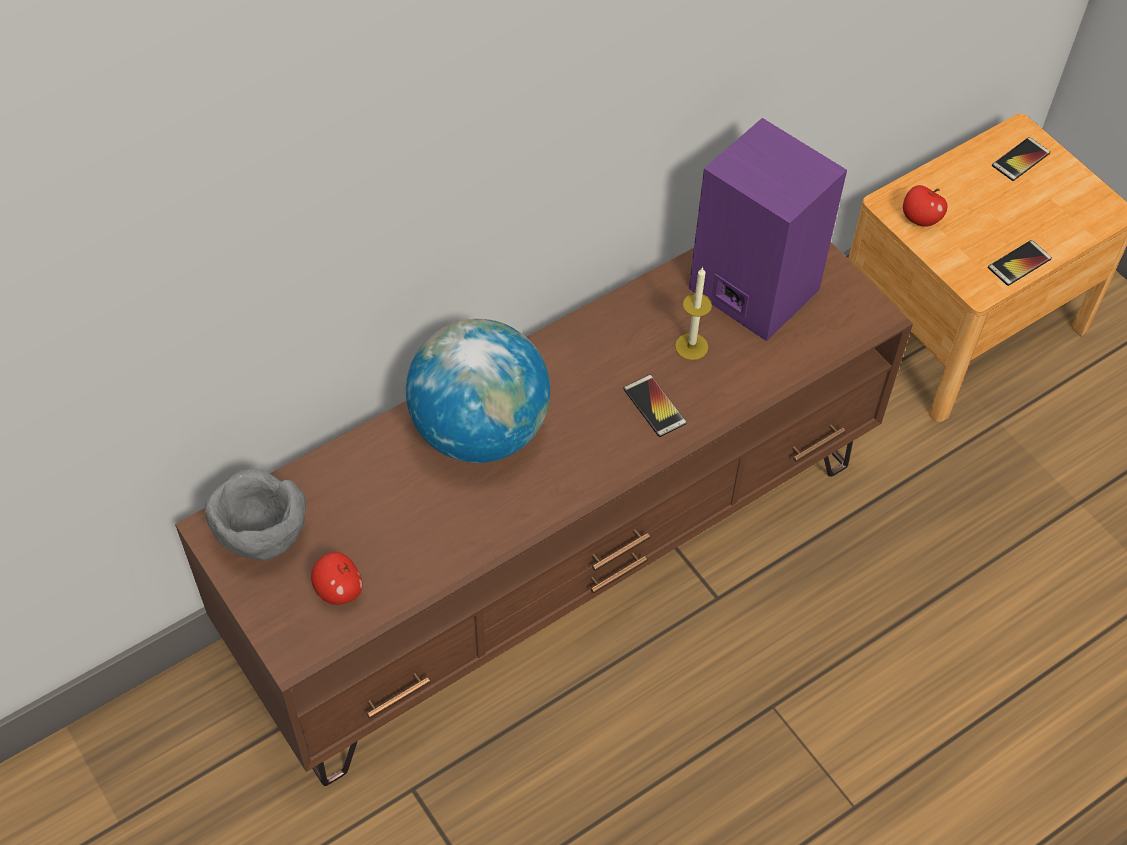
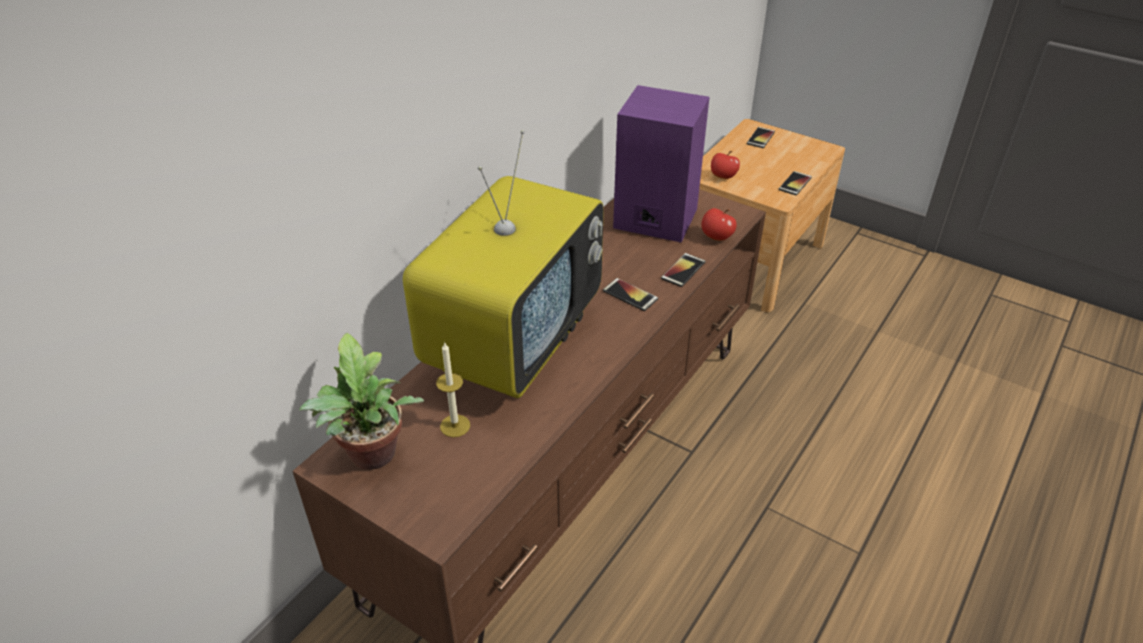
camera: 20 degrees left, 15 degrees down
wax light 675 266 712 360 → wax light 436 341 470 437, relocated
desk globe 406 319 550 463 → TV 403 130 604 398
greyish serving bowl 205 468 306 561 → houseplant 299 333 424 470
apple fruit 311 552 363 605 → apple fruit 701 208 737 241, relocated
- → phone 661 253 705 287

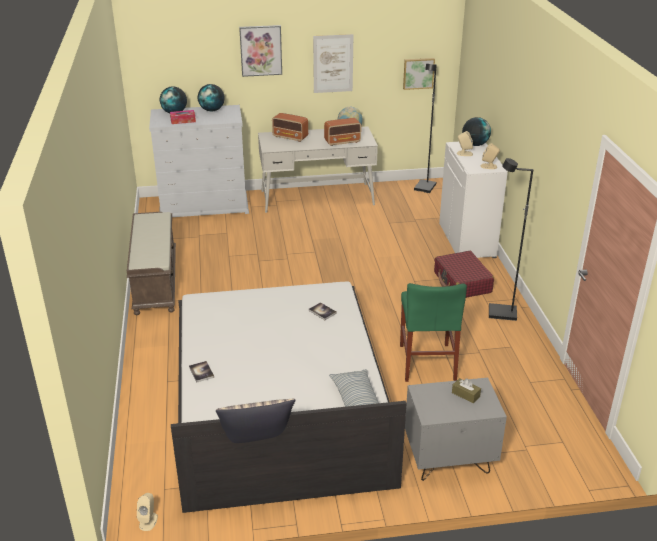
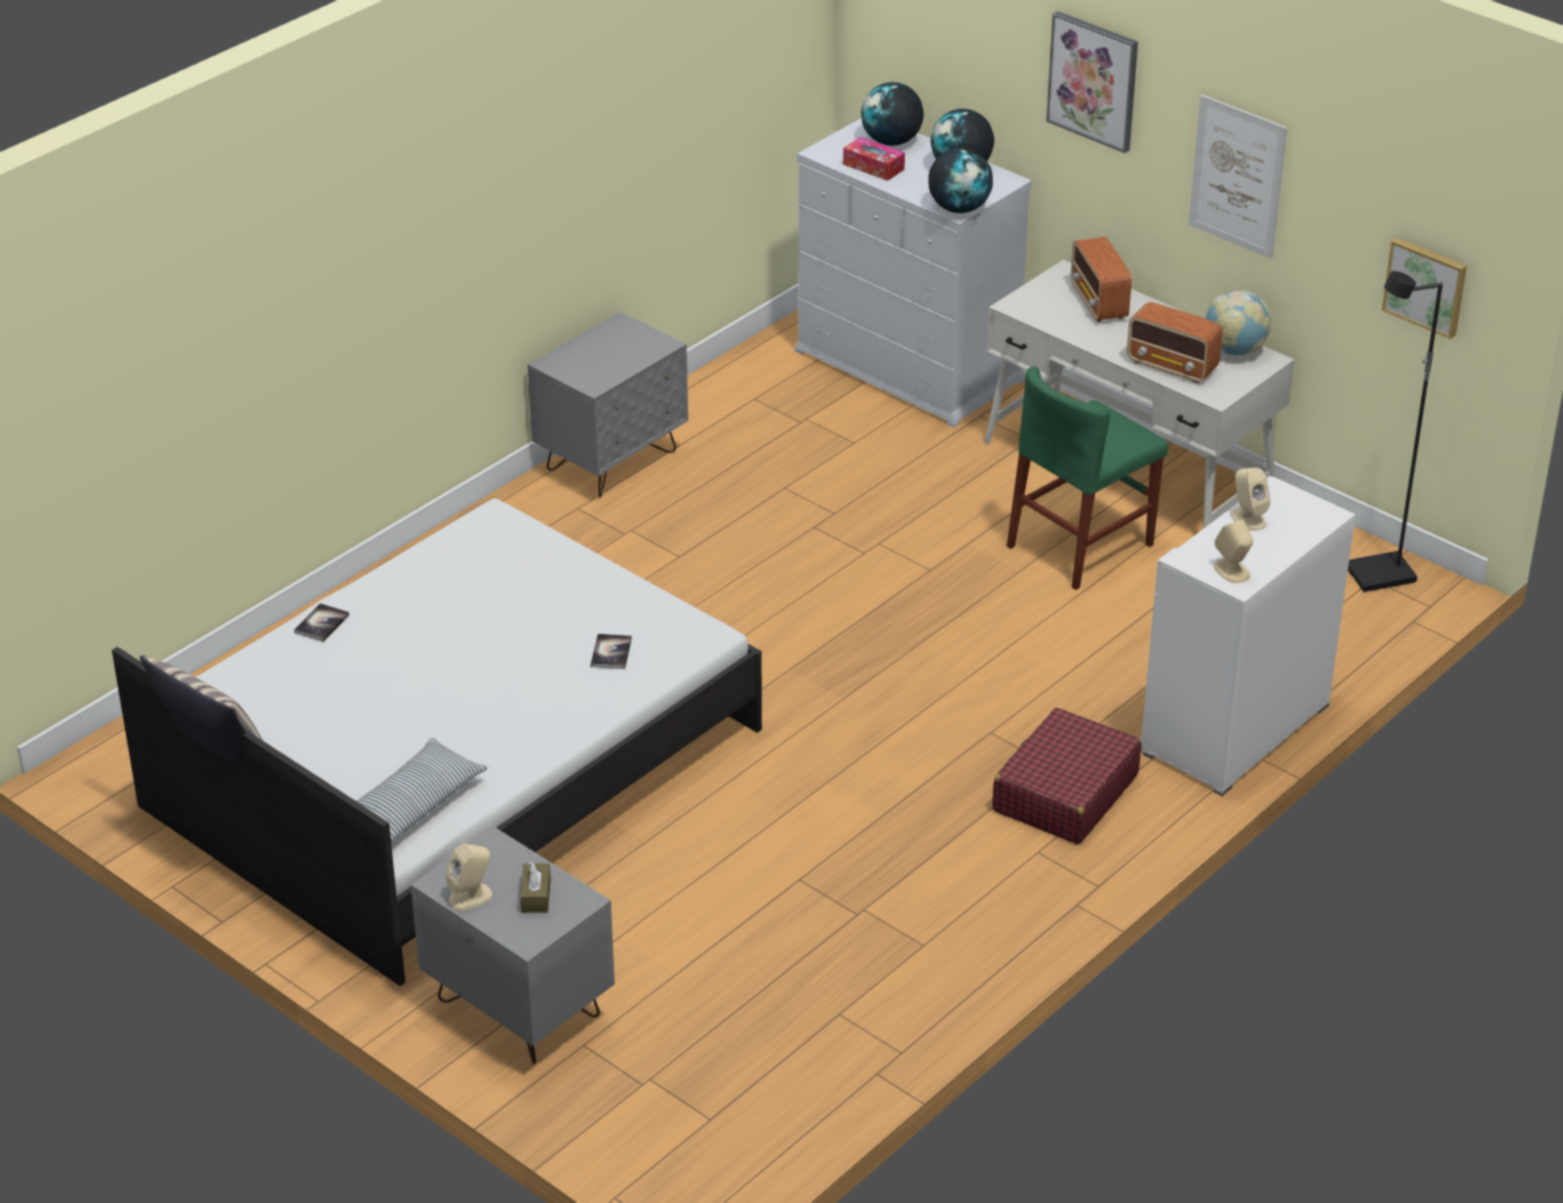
camera: 50 degrees right, 5 degrees up
desk globe 462 117 491 146 → desk globe 928 148 993 213, relocated
black-coloured floor lamp 489 158 533 321 → -
brownish long seat 127 212 176 315 → greyish nightstand 528 312 688 497
green plain chair 400 283 467 382 → green plain chair 1007 366 1168 590, relocated
beige speaker 137 493 158 531 → beige speaker 446 843 493 911, relocated

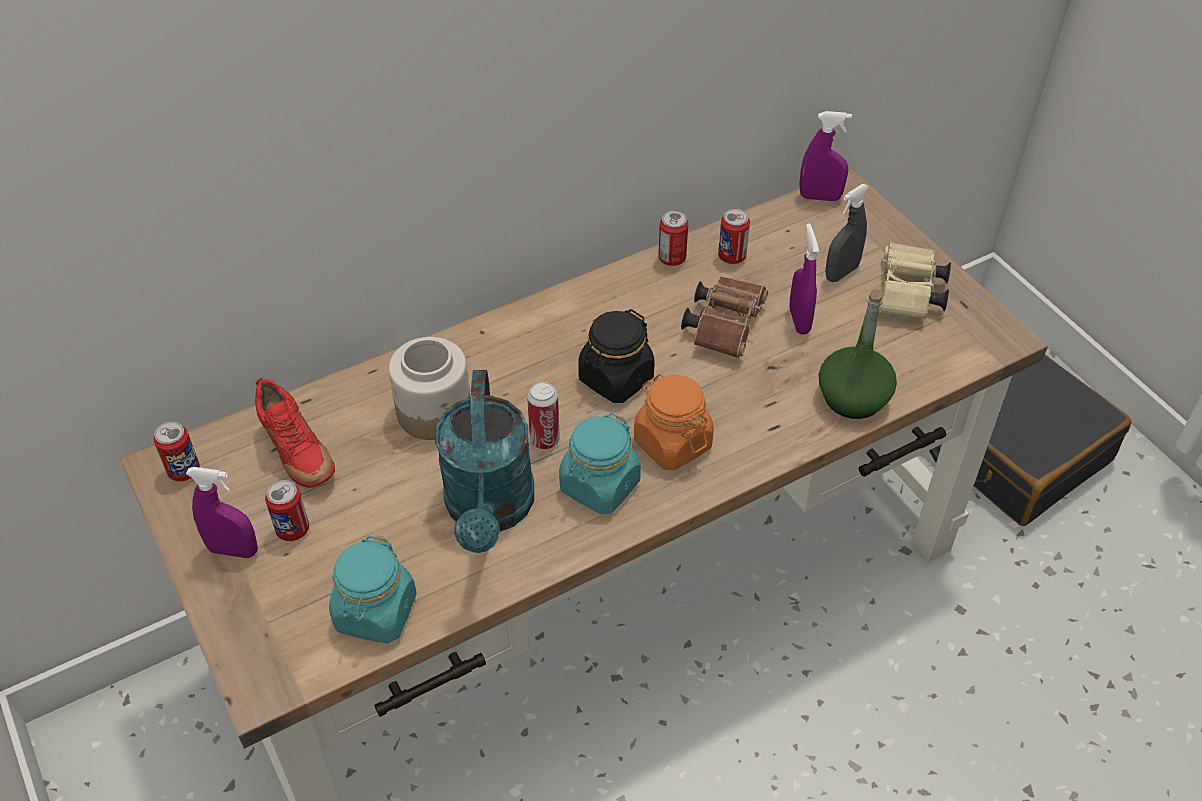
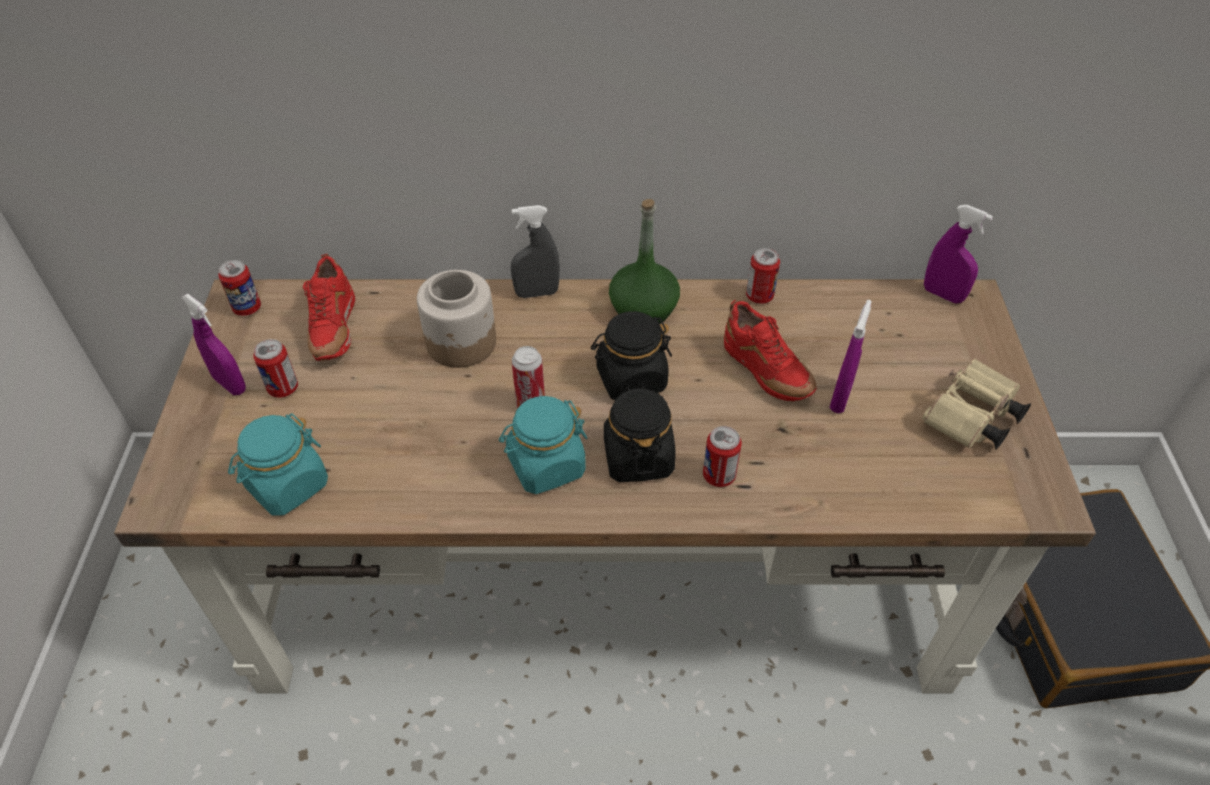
camera: 30 degrees right, 0 degrees up
greyish hand sprayer 825 184 870 282 → greyish hand sprayer 511 205 560 298, relocated
metal can 718 209 750 264 → metal can 703 426 742 487, relocated
brownish pair of binoculars 681 276 768 358 → red-coloured shoe 724 300 816 401
green beverage bottle 819 289 897 419 → green beverage bottle 609 199 680 324, relocated
blue-green watering can 435 370 534 553 → -
orangey preserve jar 634 374 714 470 → black-coloured preserve jar 604 385 676 482

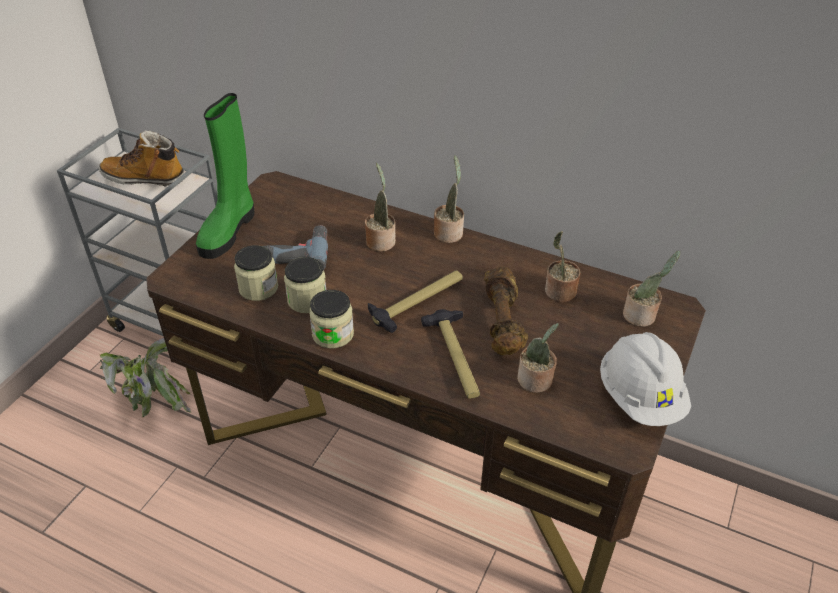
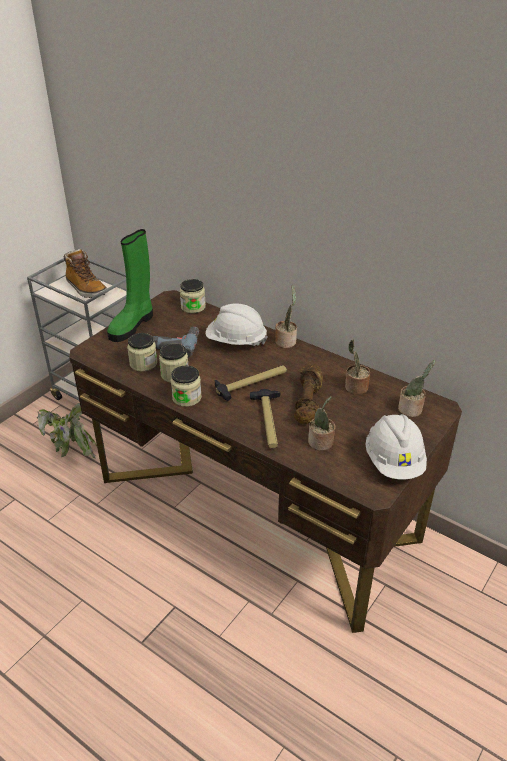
camera: 10 degrees right, 5 degrees down
tall boot 99 130 184 186 → tall boot 63 249 107 298, 150 degrees counterclockwise
houseplant 365 163 396 252 → white safety helmet 206 304 268 346
- → preserve jar 180 279 206 313

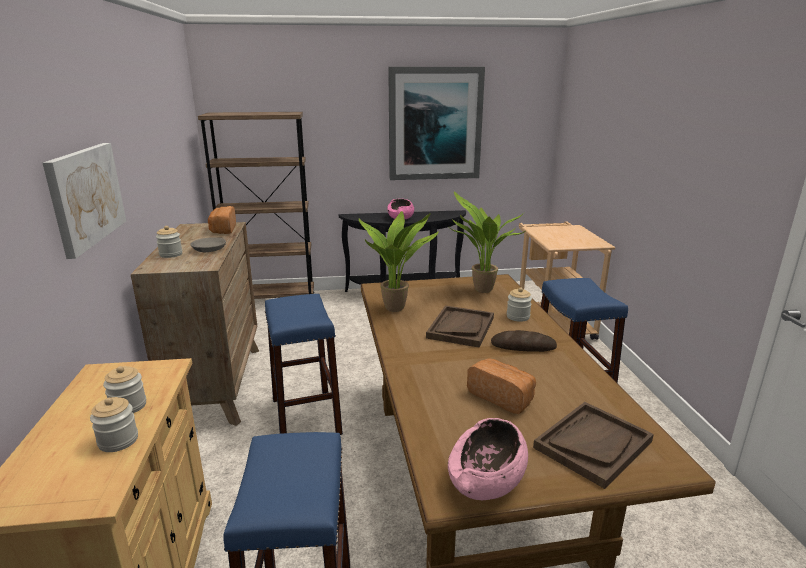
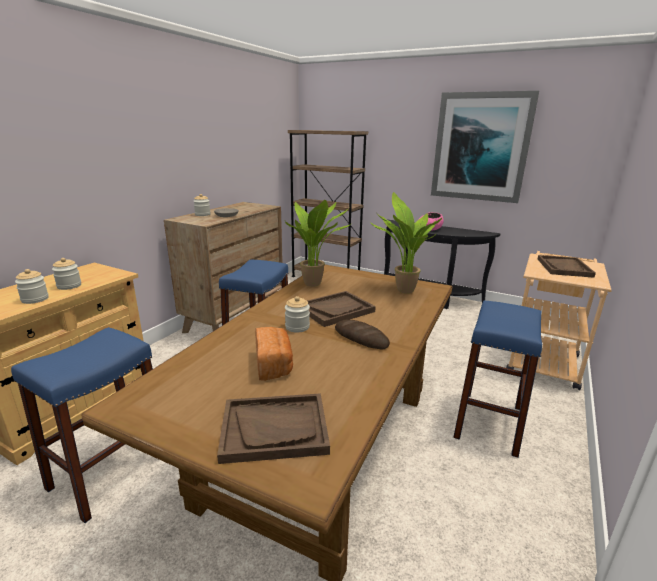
camera: 35 degrees right, 0 degrees up
wall art 43 143 126 259 → -
bread 208 206 236 234 → -
preserve jar 507 287 532 322 → preserve jar 285 296 310 333, relocated
pinkish serving bowl 448 418 528 500 → -
- → brownish tray 538 255 596 278

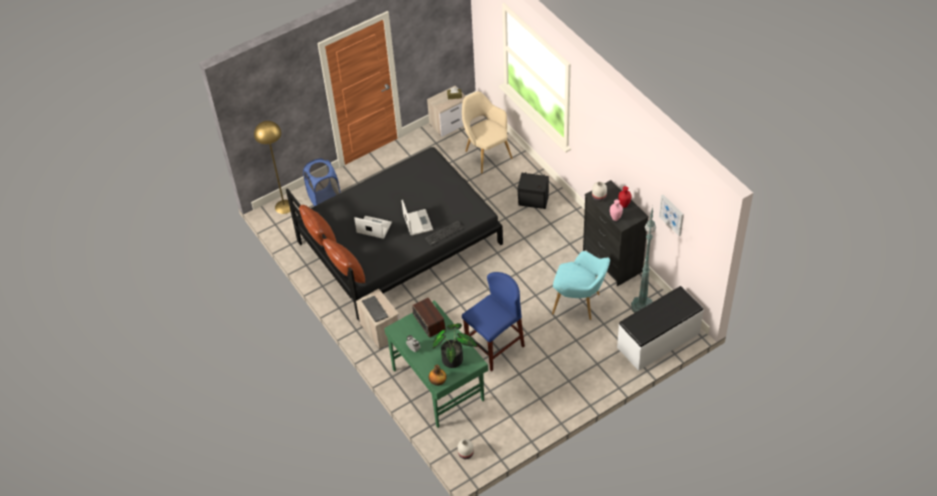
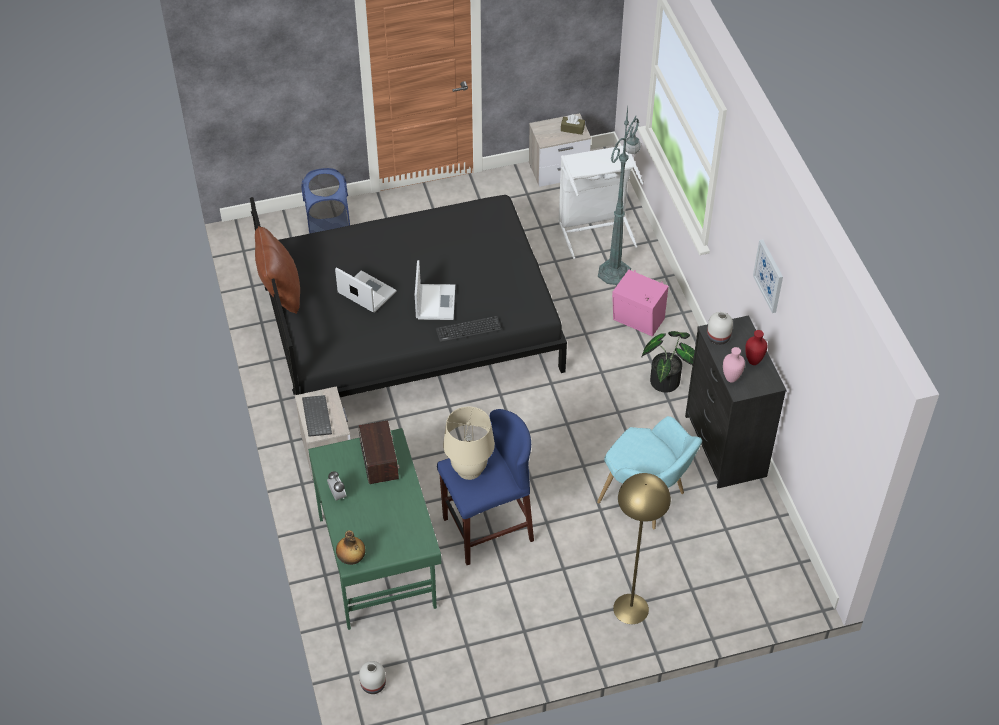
camera: 15 degrees right, 0 degrees up
beige armchair 462 91 513 174 → white washing basket 558 145 644 259
yellow-coloured floor lamp 254 121 291 214 → yellow-coloured floor lamp 613 473 671 624, relocated
black-coloured speaker 517 172 549 209 → pinkish speaker 612 270 669 336
wall art 659 195 684 236 → wall art 753 239 783 313, relocated
green floor lamp 631 206 656 312 → green floor lamp 598 107 641 285, relocated
brownish cushion 323 238 365 283 → -
white long seat 617 286 704 371 → -
houseplant 433 323 478 368 → houseplant 642 331 695 393, relocated
- → beige tabletop lamp 443 407 495 480

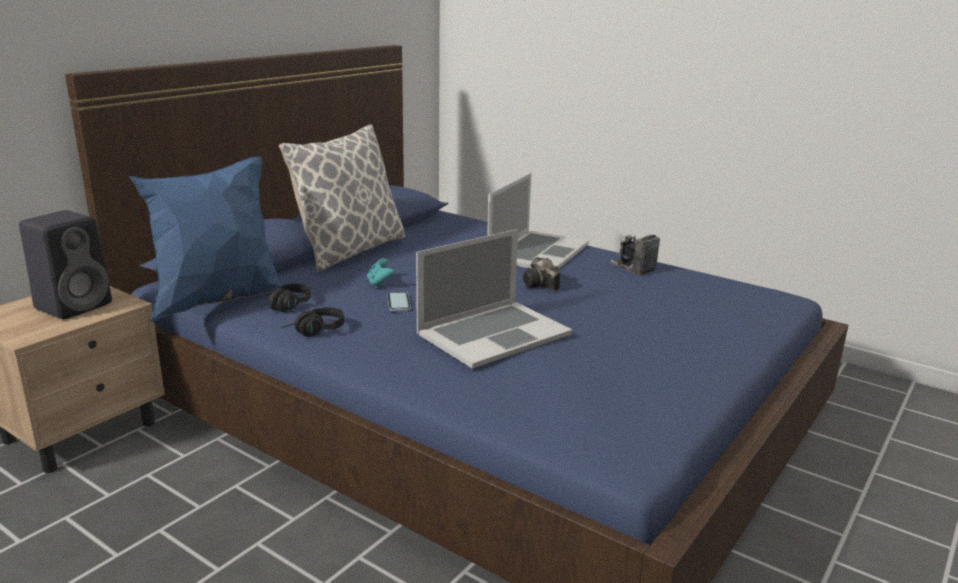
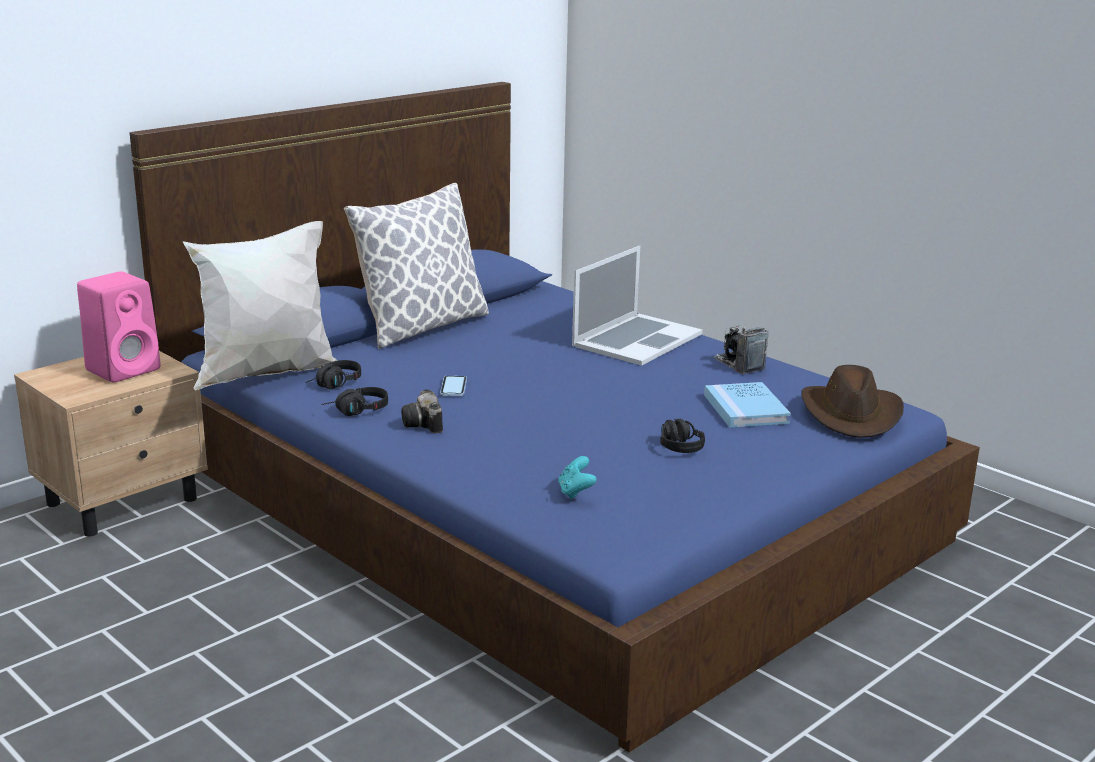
camera: 10 degrees right, 0 degrees up
bluish cushion 129 156 283 322 → white cushion 183 221 337 390
black-coloured speaker 19 210 112 319 → pinkish speaker 77 271 161 382
laptop 416 229 572 369 → -
still camera 523 257 560 291 → still camera 401 389 443 433, relocated
blue-green joypad 367 258 395 288 → blue-green joypad 558 456 597 499, relocated
- → brownish wearable hat 801 365 904 438
- → bluish bound book 704 382 791 428
- → black-coloured headphones 660 419 705 453

